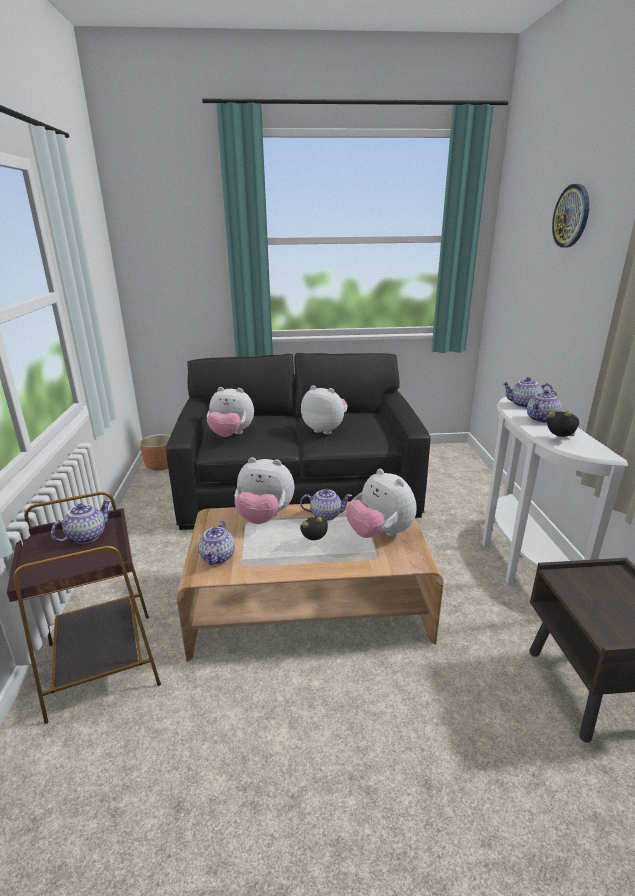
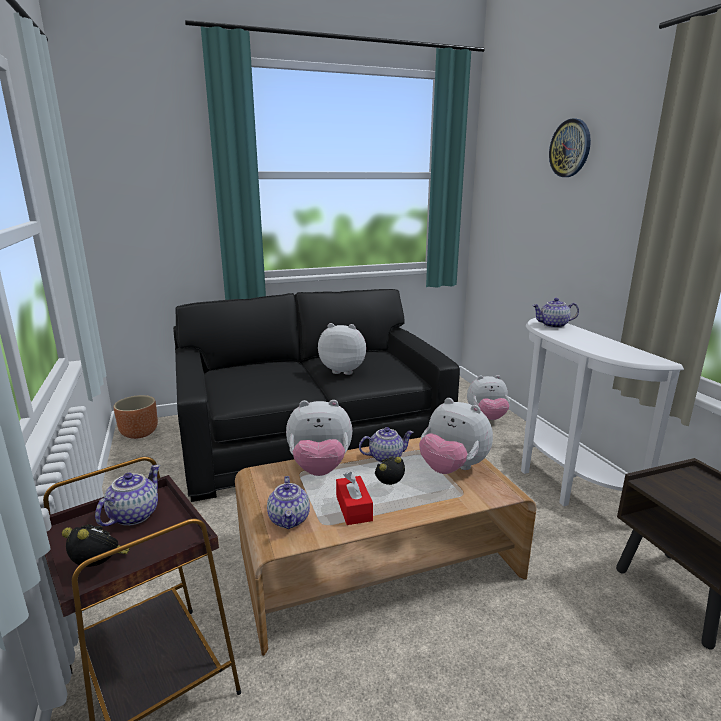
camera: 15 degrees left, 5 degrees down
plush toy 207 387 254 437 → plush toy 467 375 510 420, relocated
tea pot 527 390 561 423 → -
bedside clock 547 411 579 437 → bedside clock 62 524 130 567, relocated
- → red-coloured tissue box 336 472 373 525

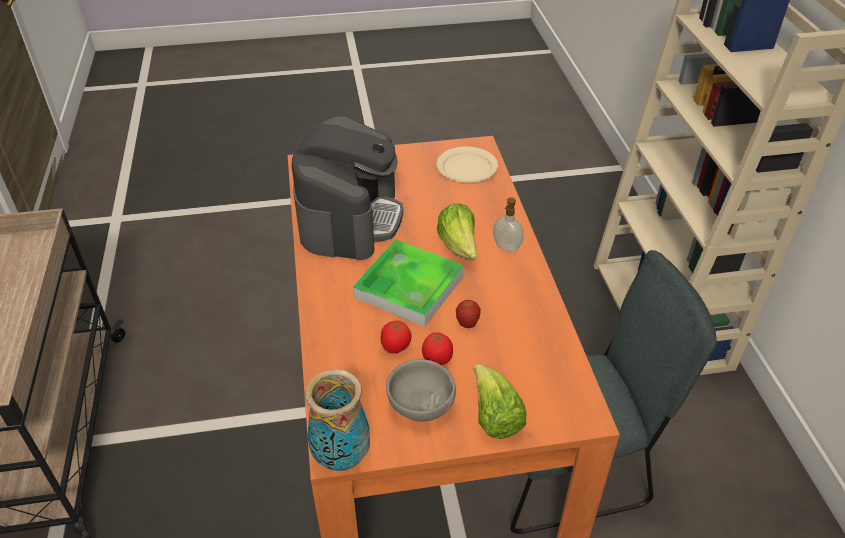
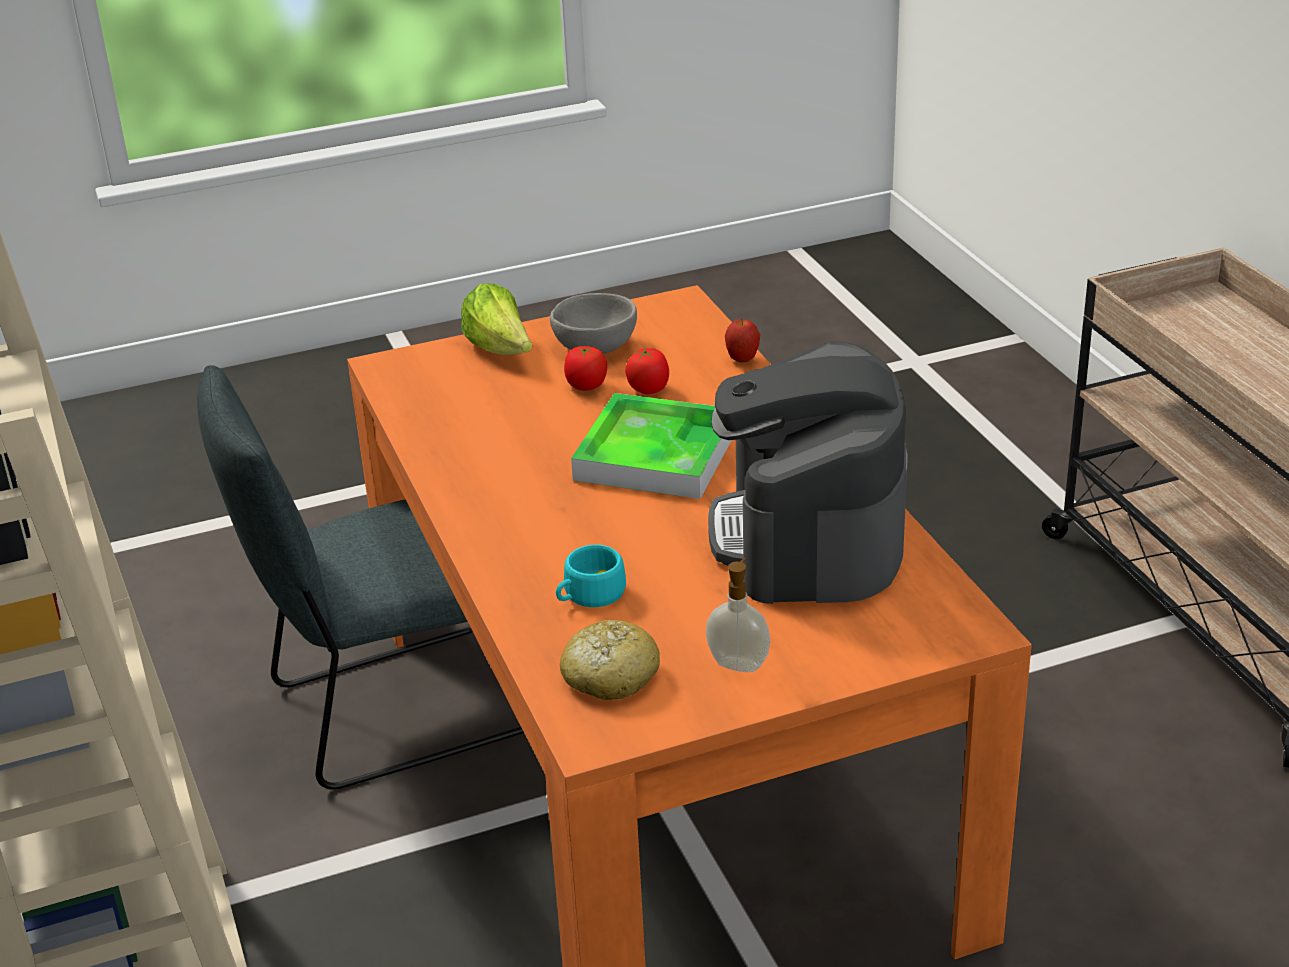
camera: 170 degrees right, 10 degrees down
beige flat dish 437 147 498 183 → bread 560 620 660 700
soap dispenser 493 198 523 252 → soap dispenser 706 558 770 672, relocated
lettuce head 437 203 477 259 → -
apple fruit 456 300 481 328 → apple fruit 725 319 760 362, relocated
vase 305 370 370 471 → -
- → blue-green drinking cup 556 545 626 607

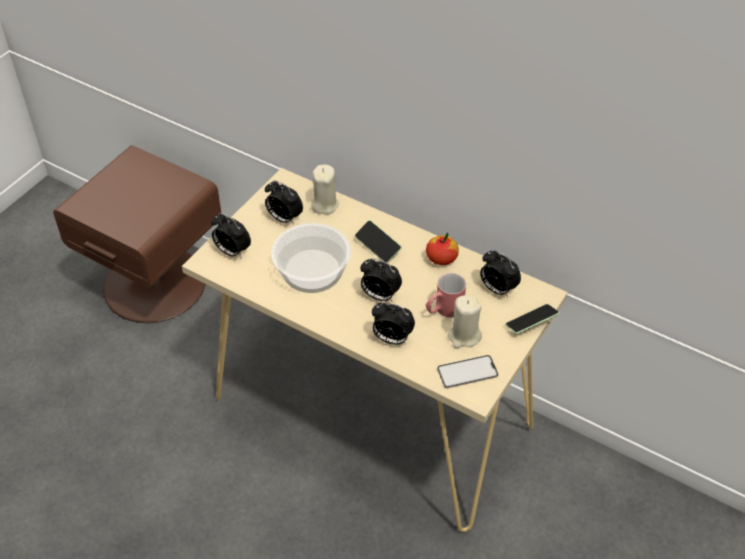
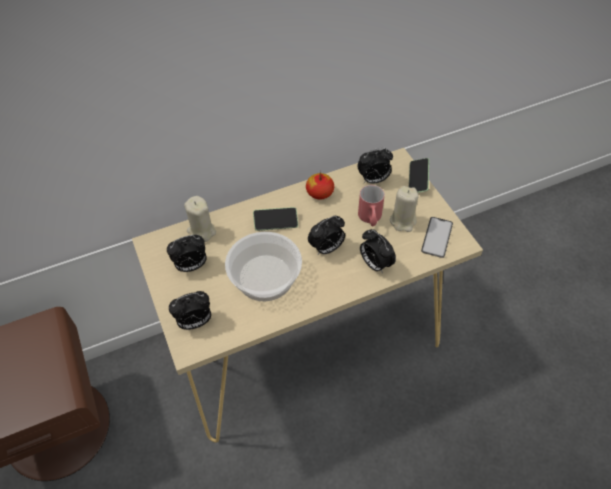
camera: 55 degrees left, 5 degrees up
bedside clock 372 302 415 345 → bedside clock 360 229 396 274, 90 degrees clockwise

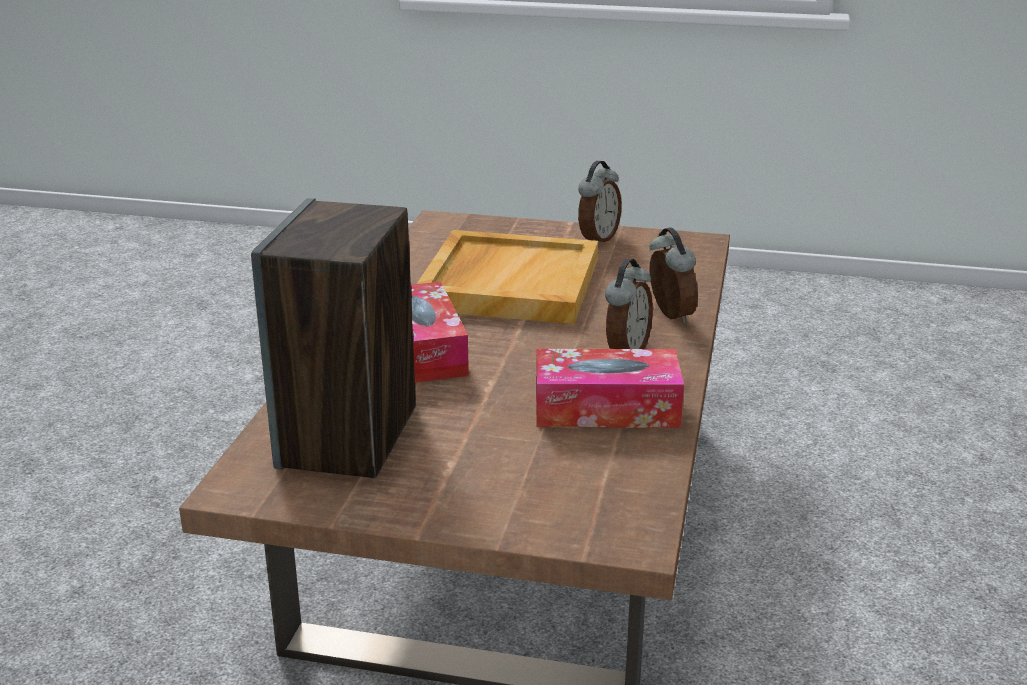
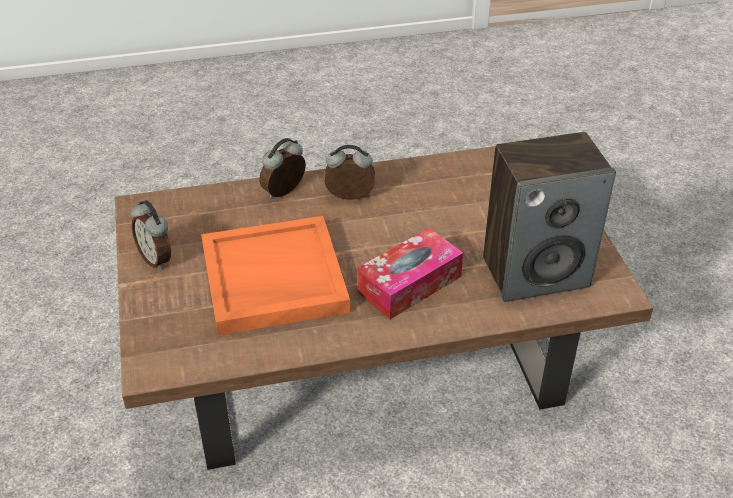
camera: 115 degrees left, 15 degrees up
bedside clock 578 161 622 242 → bedside clock 131 200 171 270, 135 degrees counterclockwise
beige tray 417 230 598 324 → orangey tray 201 216 350 335
tissue box 536 349 684 428 → -

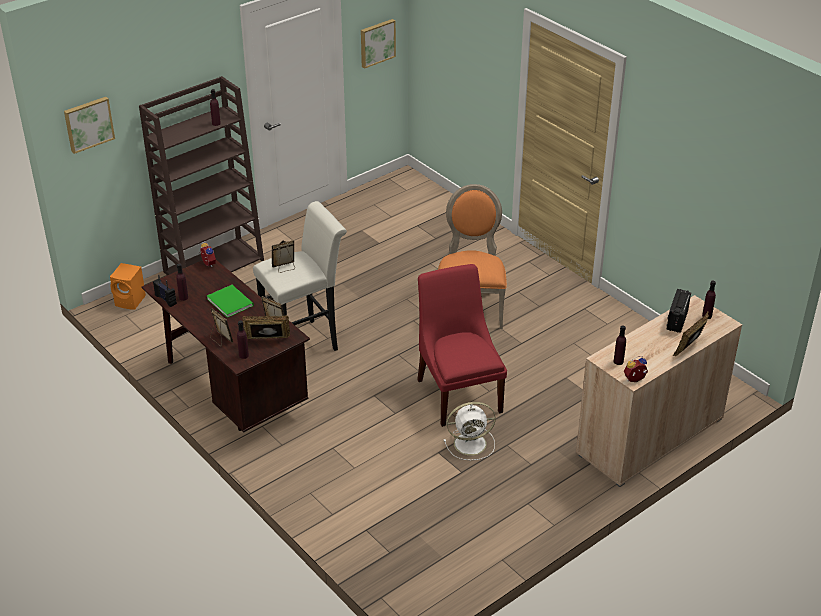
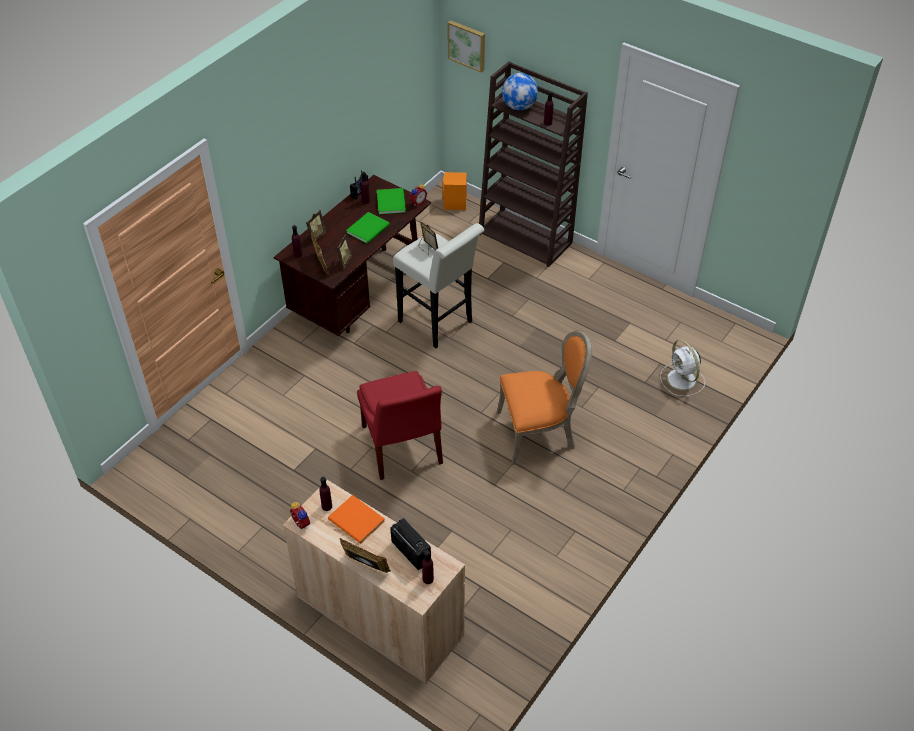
camera: 75 degrees right, 10 degrees up
wall art 361 19 396 68 → -
red-coloured plain chair 417 264 507 427 → red-coloured plain chair 357 371 443 480, 105 degrees clockwise
radio set 666 289 691 333 → radio set 390 518 431 570, 45 degrees clockwise
white cooling fan 444 402 496 461 → white cooling fan 660 339 705 396, relocated
- → desk globe 502 73 538 110
- → green bound book 377 188 406 214
- → orangey bound book 328 495 385 544

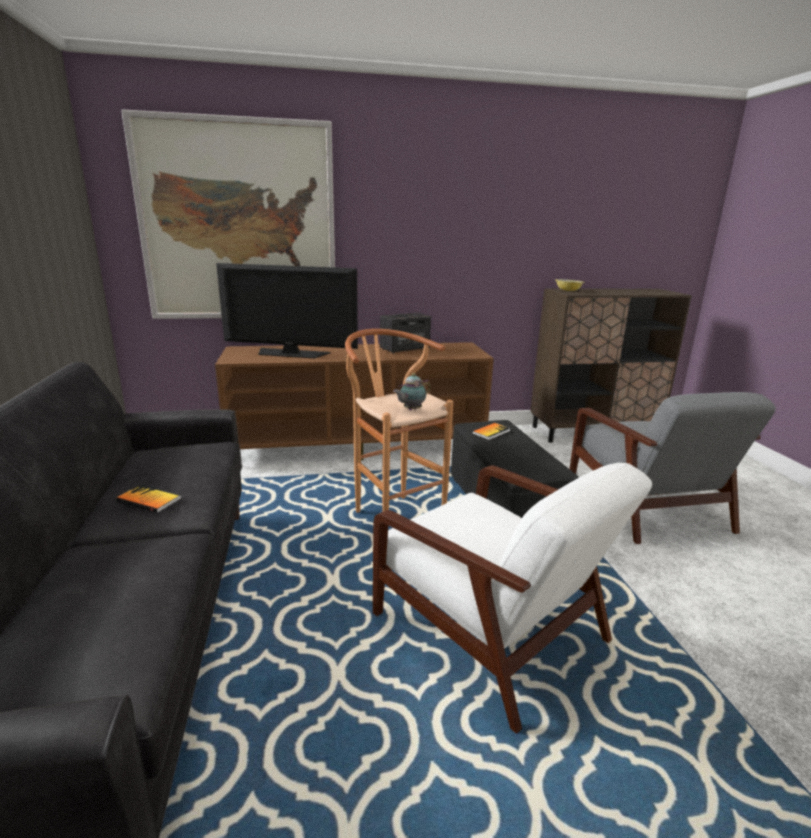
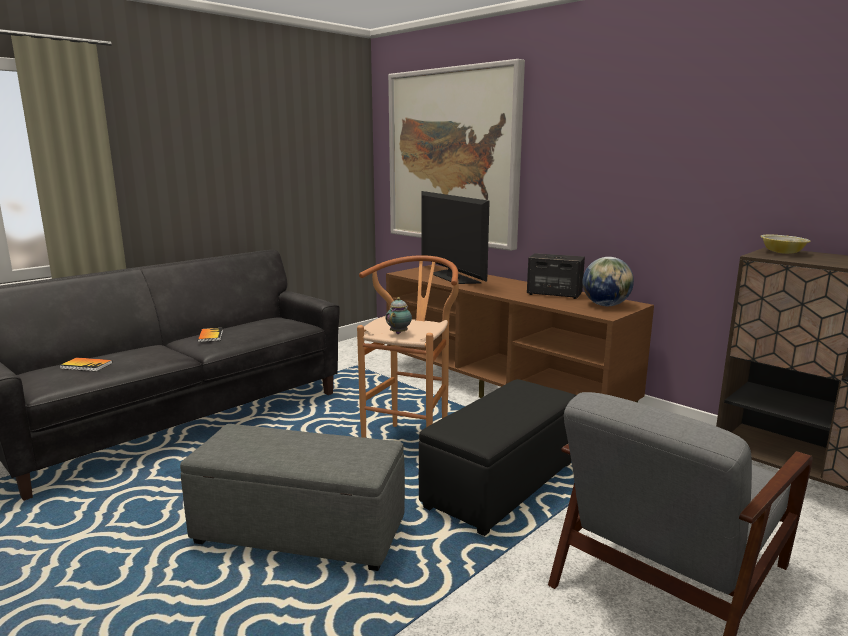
camera: 55 degrees right, 5 degrees down
tea pot 393 373 431 410 → tea pot 386 297 412 334, 90 degrees clockwise
bound book 472 423 510 440 → bound book 59 357 113 371, relocated
white armchair 373 463 652 734 → greyish pouffe 180 424 405 571
- → desk globe 583 257 634 306

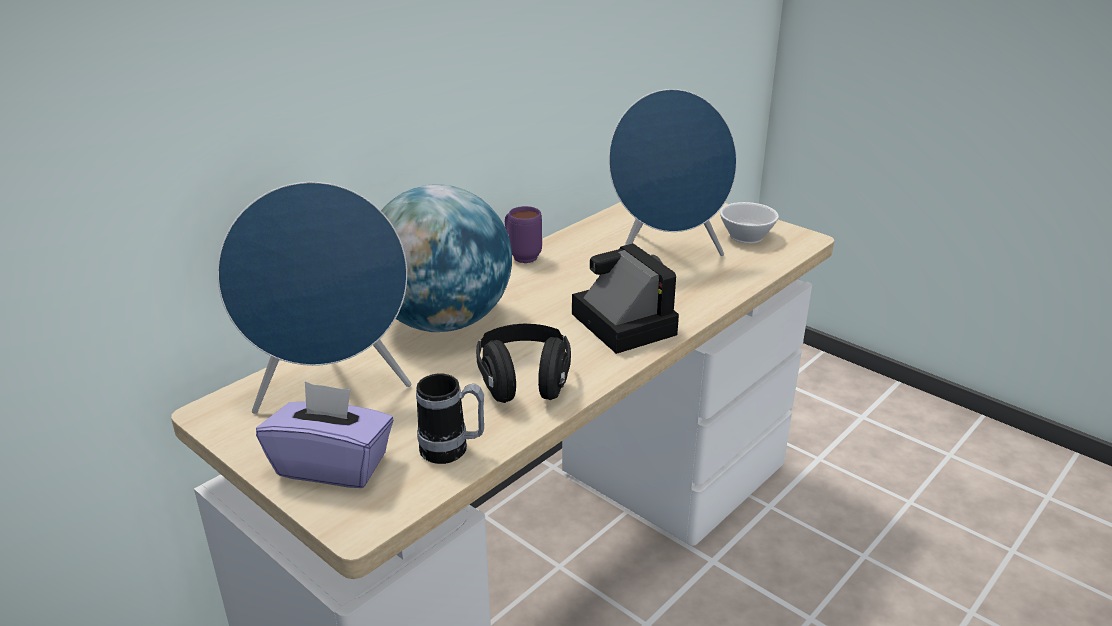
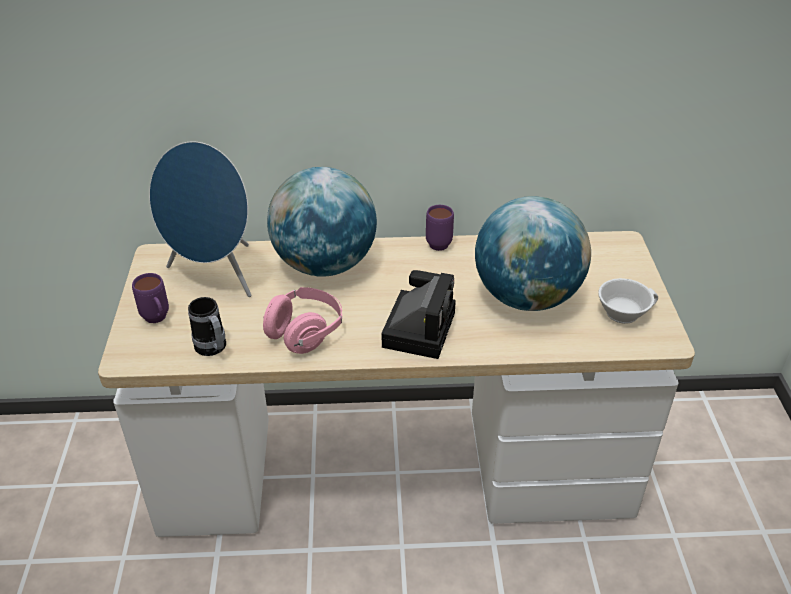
camera: 45 degrees right, 10 degrees up
bluish speaker 609 89 737 256 → desk globe 475 196 591 311
black-coloured headphones 476 324 571 403 → pinkish headphones 263 287 342 354
purplish tissue box 256 381 394 488 → purplish mug 132 273 169 323

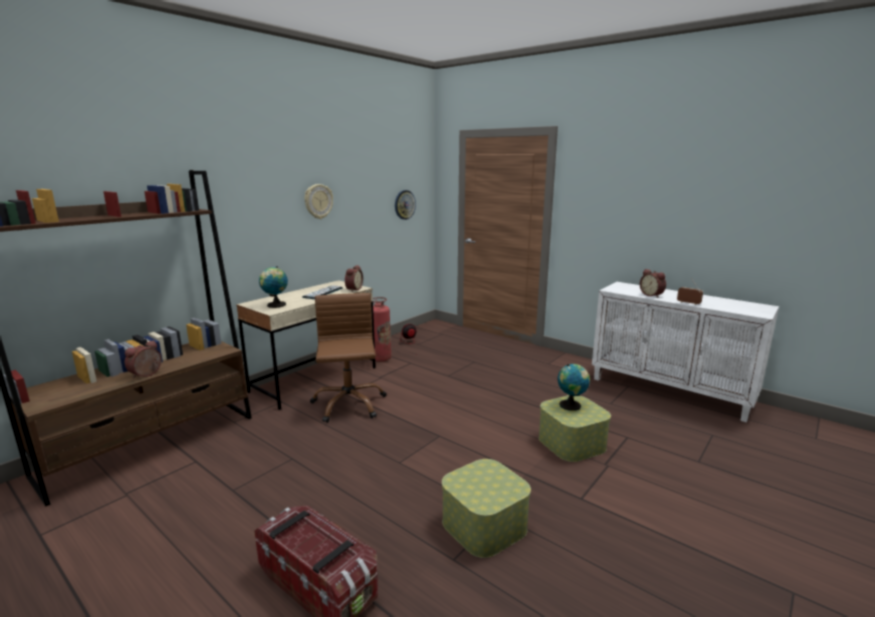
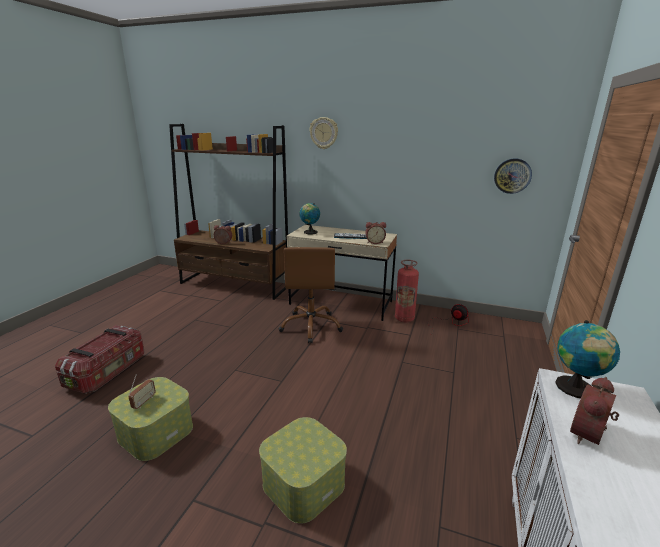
camera: 70 degrees right, 5 degrees up
clock on the wall 305 184 333 219 → clock on the wall 310 117 338 149, relocated
radio set 677 278 703 305 → radio set 129 374 156 409, relocated
brownish computer chair 310 293 387 423 → brownish computer chair 278 247 343 343, 120 degrees clockwise
desk globe 558 364 590 411 → desk globe 555 320 620 398, relocated

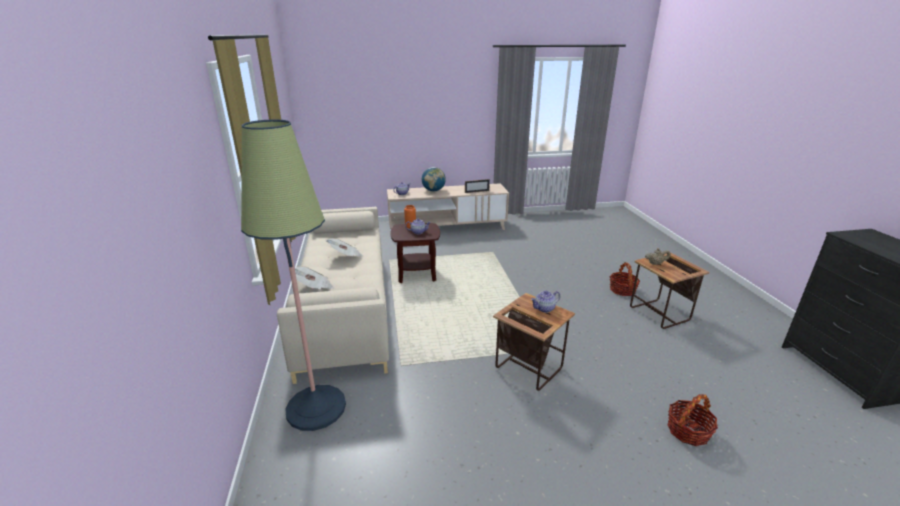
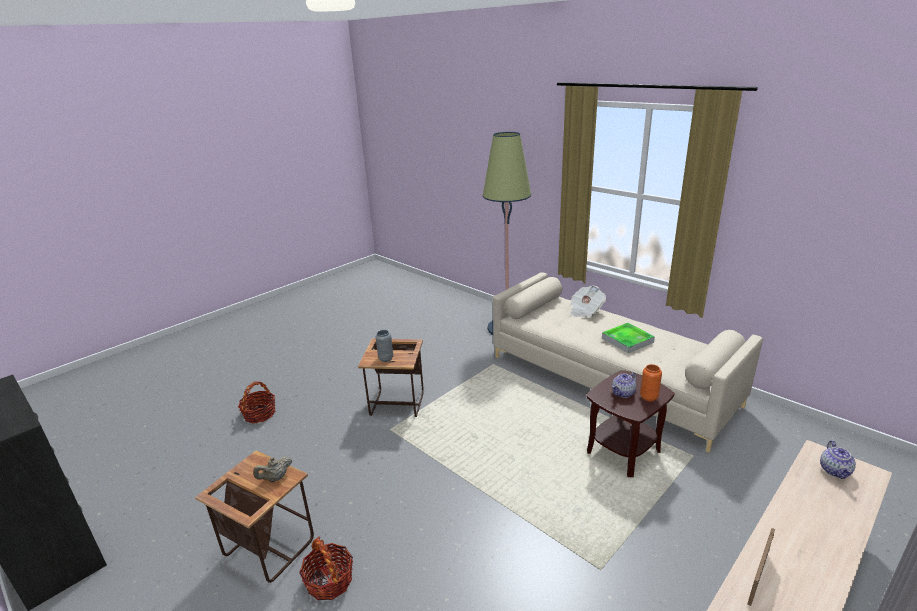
camera: 145 degrees right, 0 degrees up
desk globe 422 167 446 191 → -
newspaper 325 238 364 257 → tray 602 323 655 353
tea pot 531 291 560 313 → greyish vase 376 330 393 362

